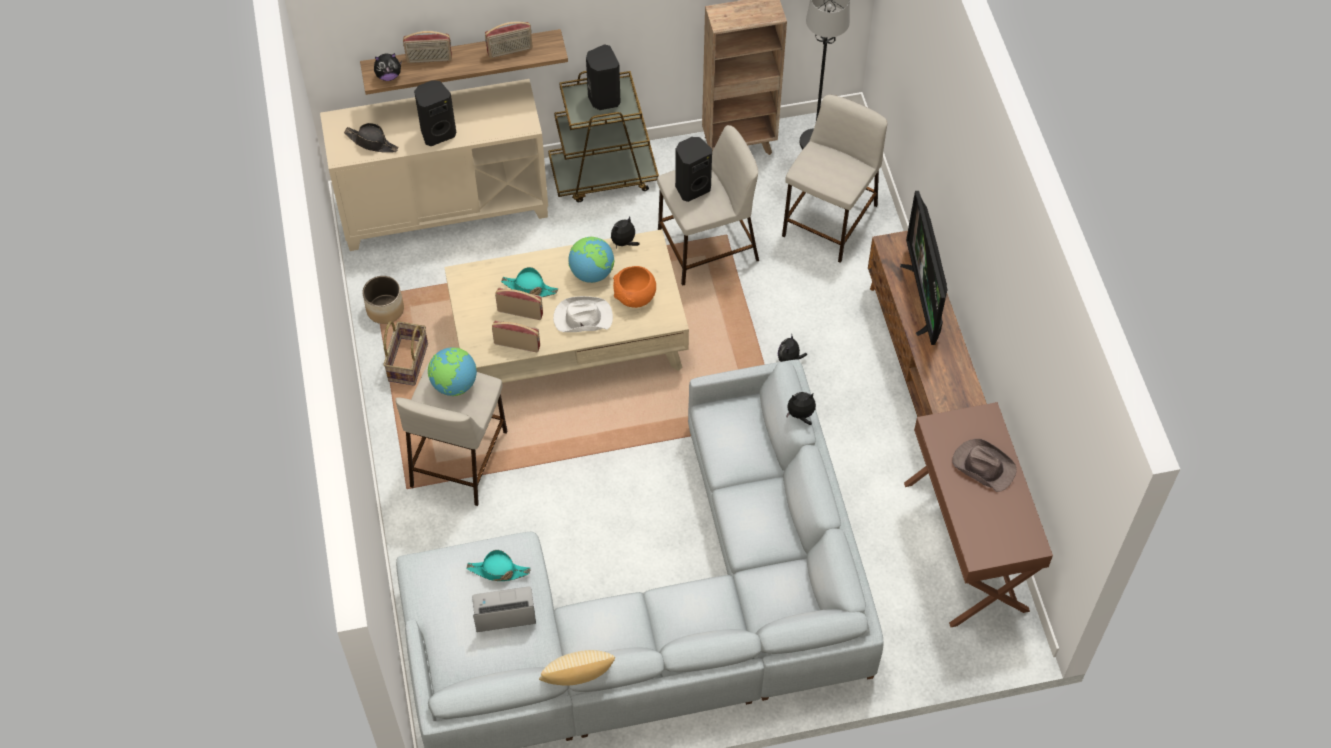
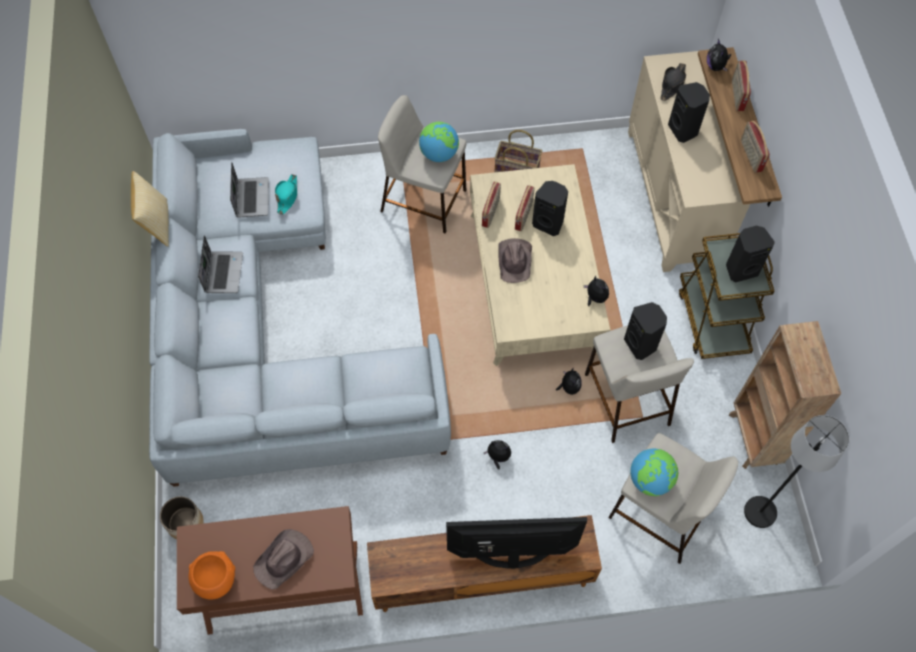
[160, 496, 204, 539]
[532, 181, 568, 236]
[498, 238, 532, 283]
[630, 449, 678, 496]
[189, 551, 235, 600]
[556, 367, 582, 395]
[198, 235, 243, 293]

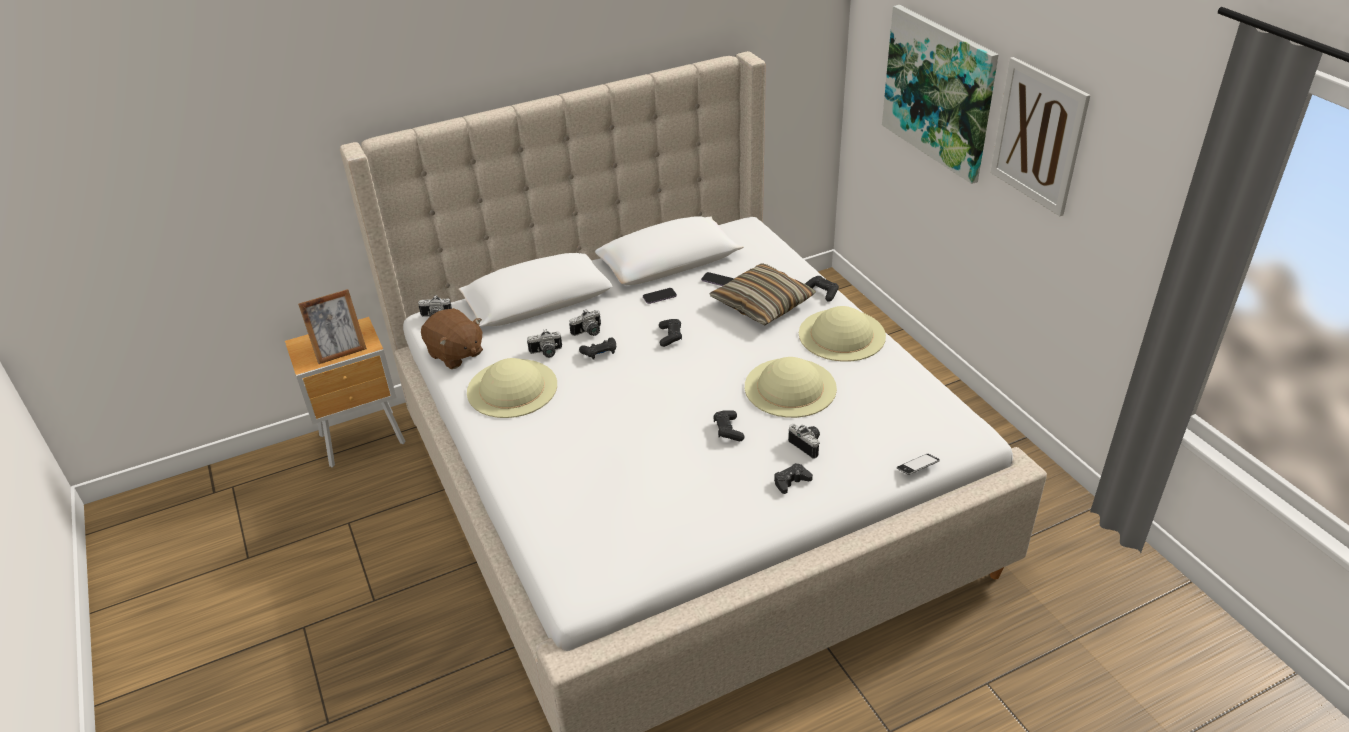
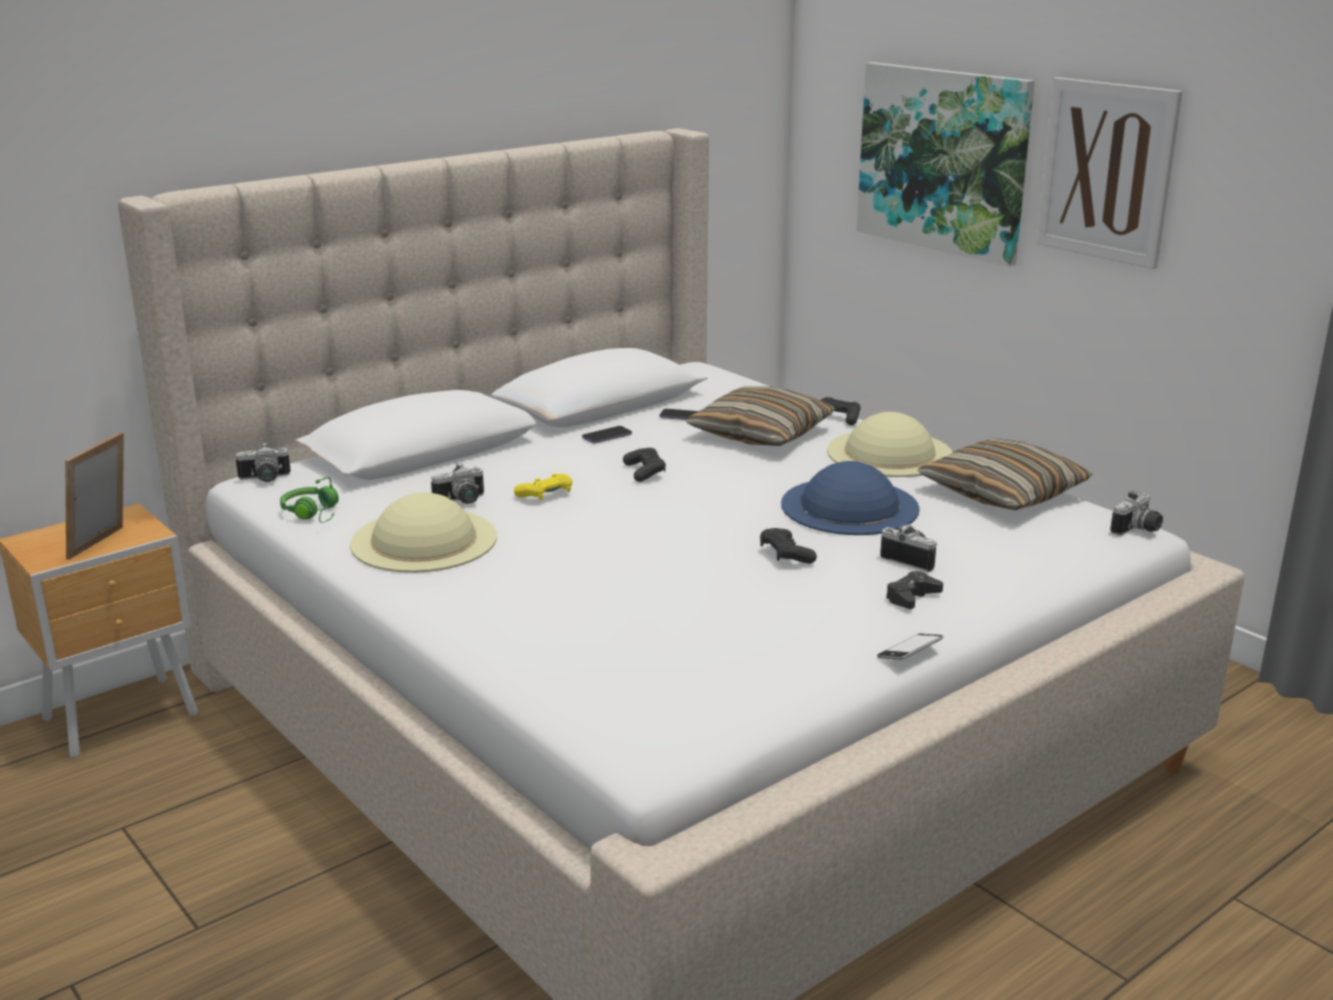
[65, 432, 124, 560]
[280, 477, 339, 523]
[1110, 490, 1163, 536]
[514, 474, 572, 500]
[781, 461, 920, 535]
[877, 634, 944, 660]
[917, 438, 1093, 510]

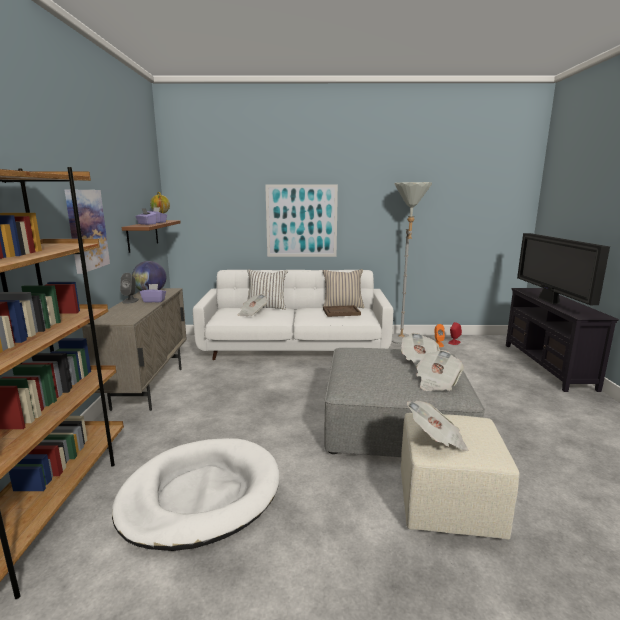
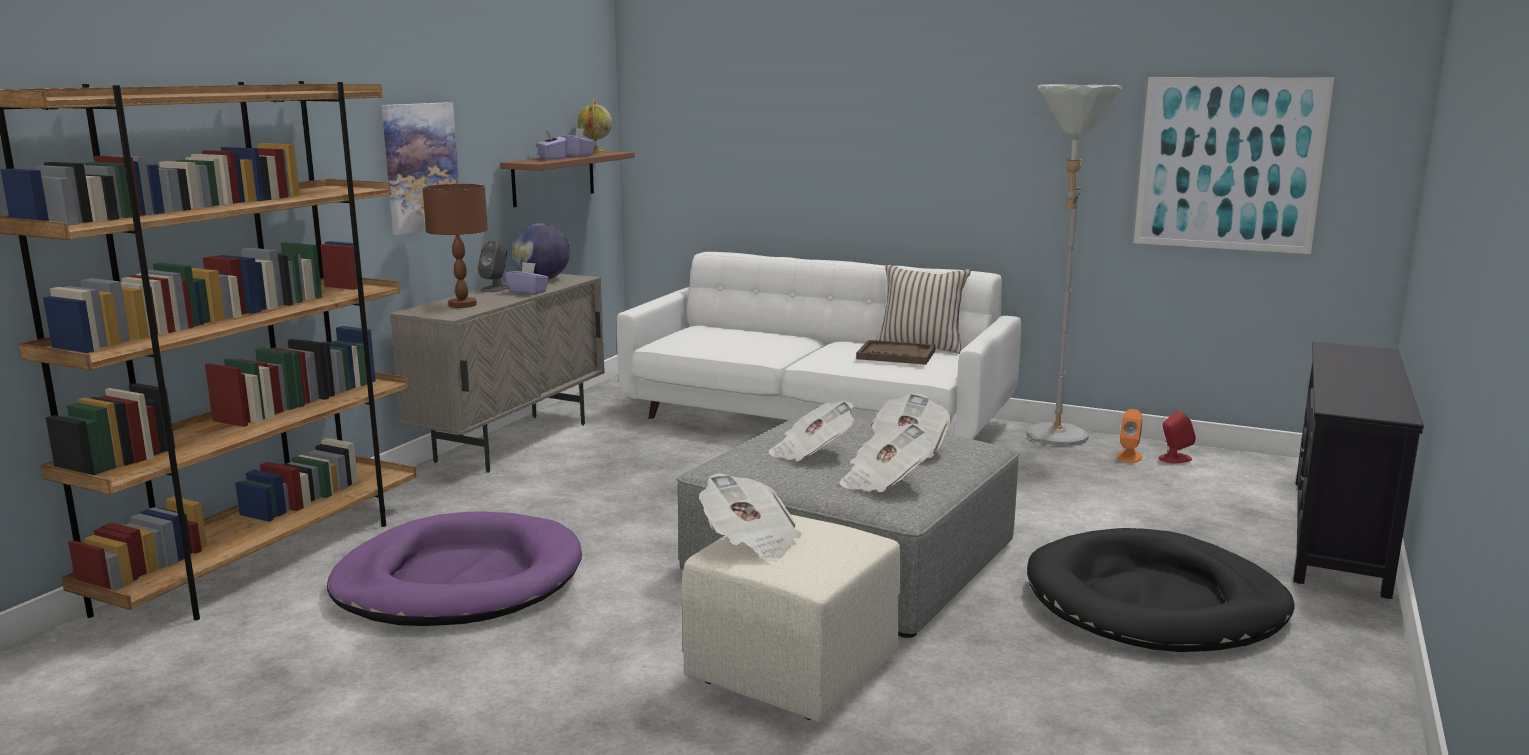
[327, 512, 582, 626]
[769, 401, 854, 461]
[247, 270, 287, 310] (first image)
[1134, 77, 1334, 254]
[517, 233, 610, 305] (first image)
[423, 184, 488, 308]
[1027, 528, 1295, 652]

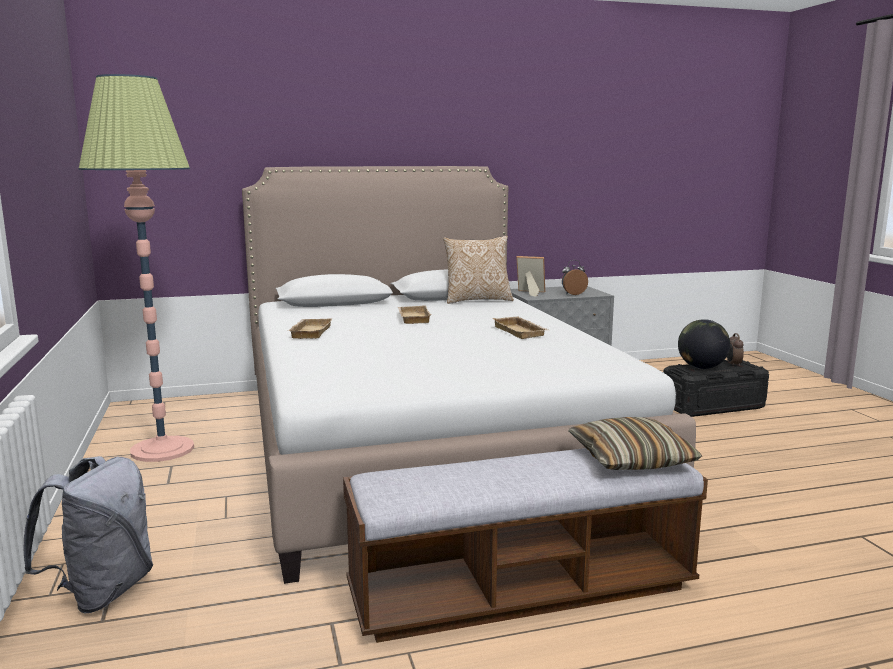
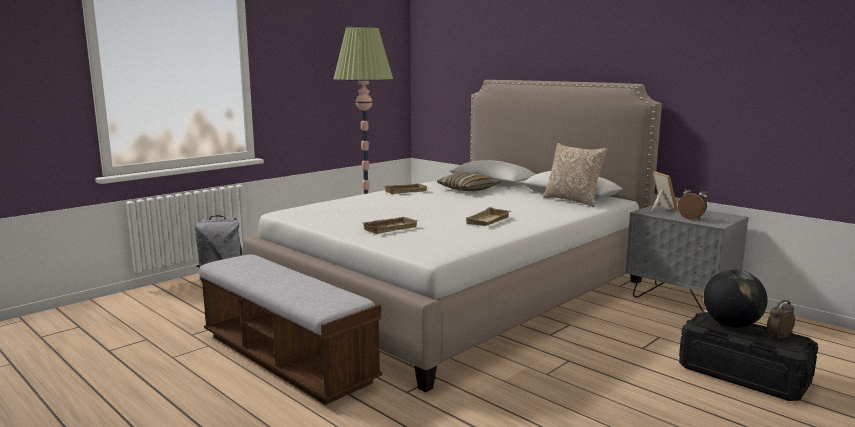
[362, 217, 418, 234]
[437, 172, 501, 191]

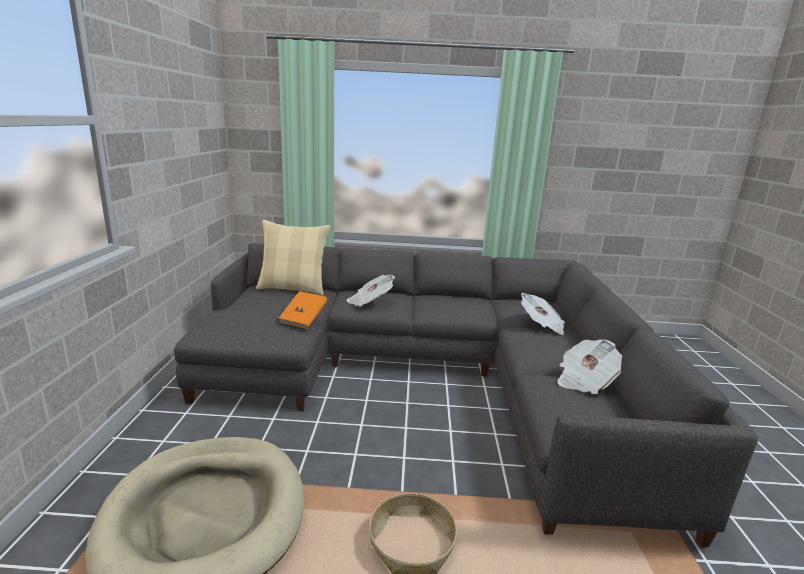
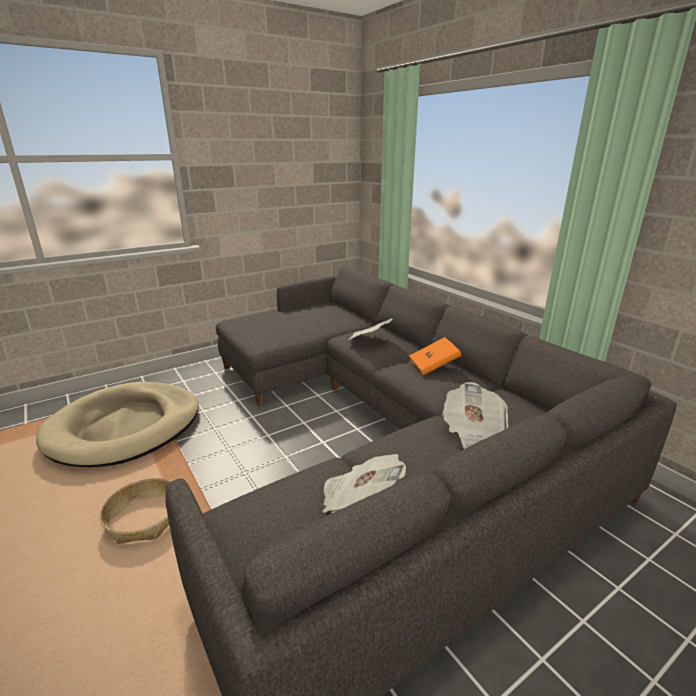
[256, 220, 331, 296] (first image)
[409, 337, 461, 375]

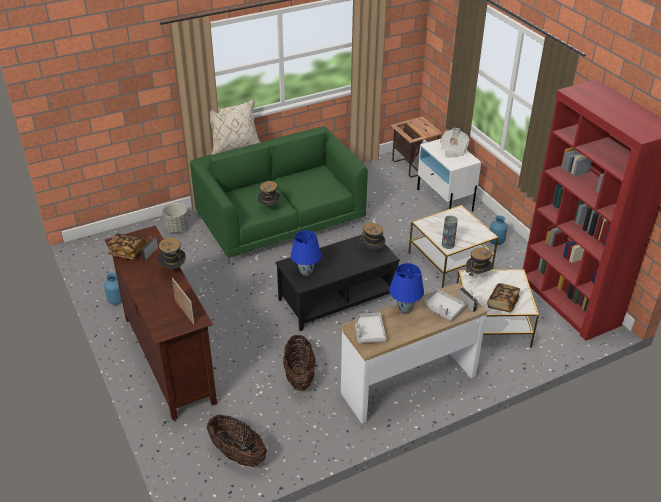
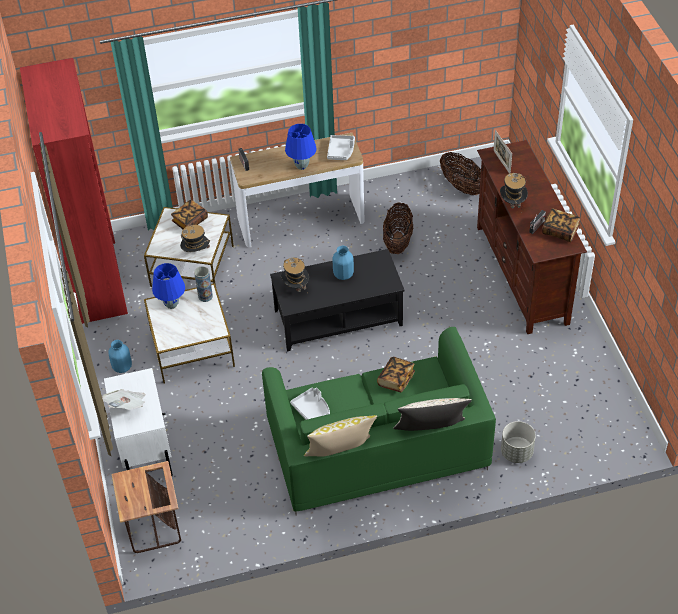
[332, 246, 354, 280]
[377, 357, 415, 392]
[152, 263, 185, 309]
[290, 388, 330, 420]
[304, 415, 377, 457]

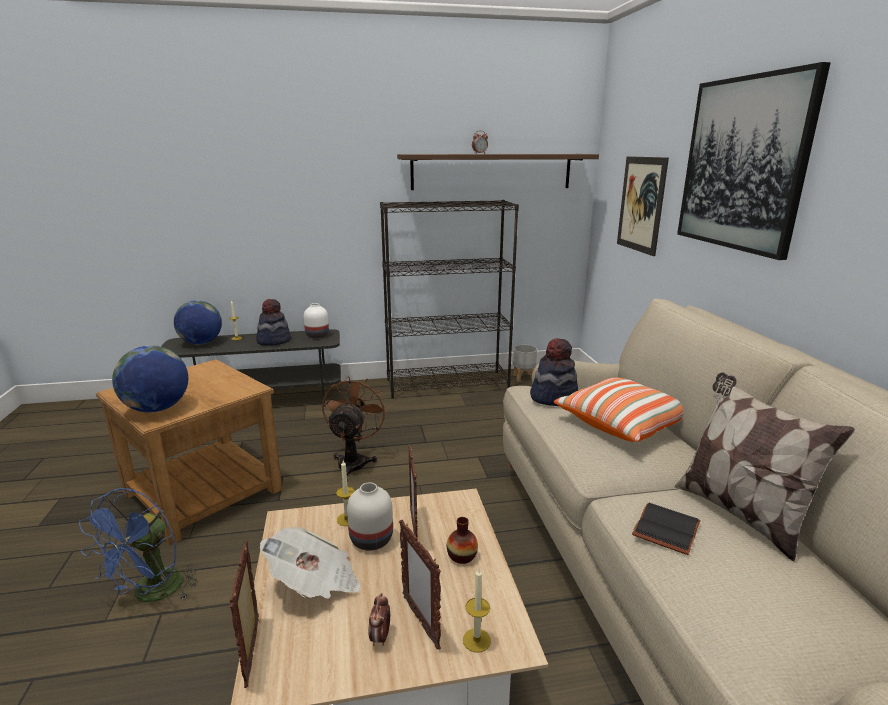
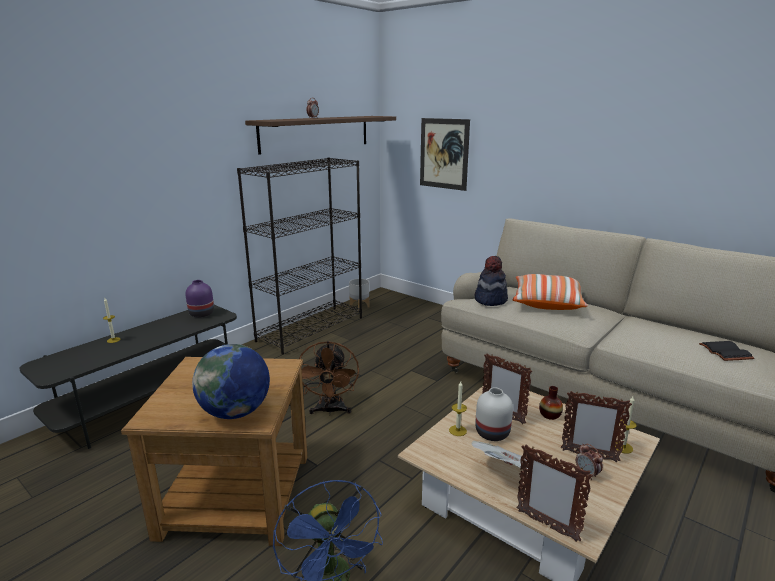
[174, 300, 222, 344] (first image)
[256, 299, 291, 346] (first image)
[185, 280, 214, 317]
[299, 341, 359, 415]
[699, 341, 755, 361]
[675, 372, 855, 561] (first image)
[677, 62, 831, 260] (first image)

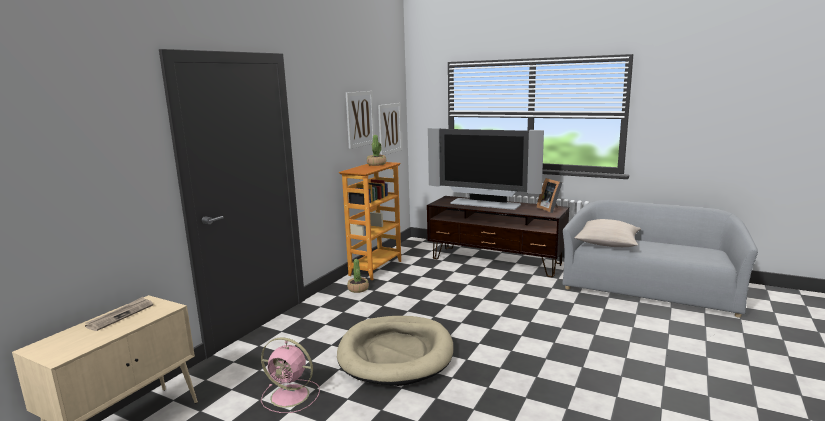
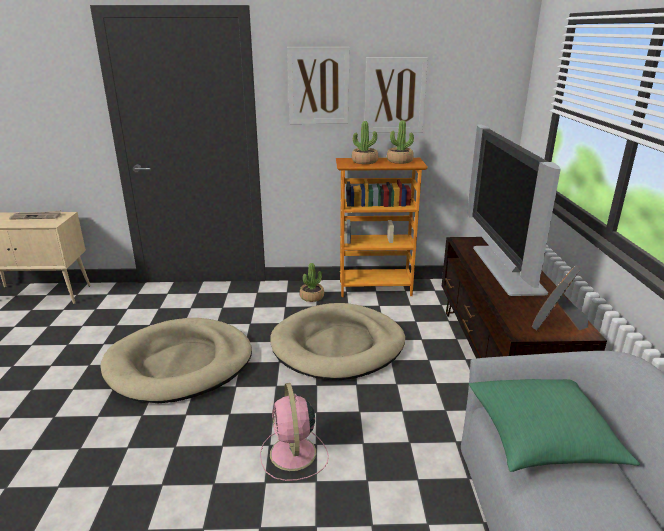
[260, 383, 329, 481]
[287, 47, 349, 124]
[469, 379, 640, 472]
[270, 303, 405, 380]
[352, 121, 378, 164]

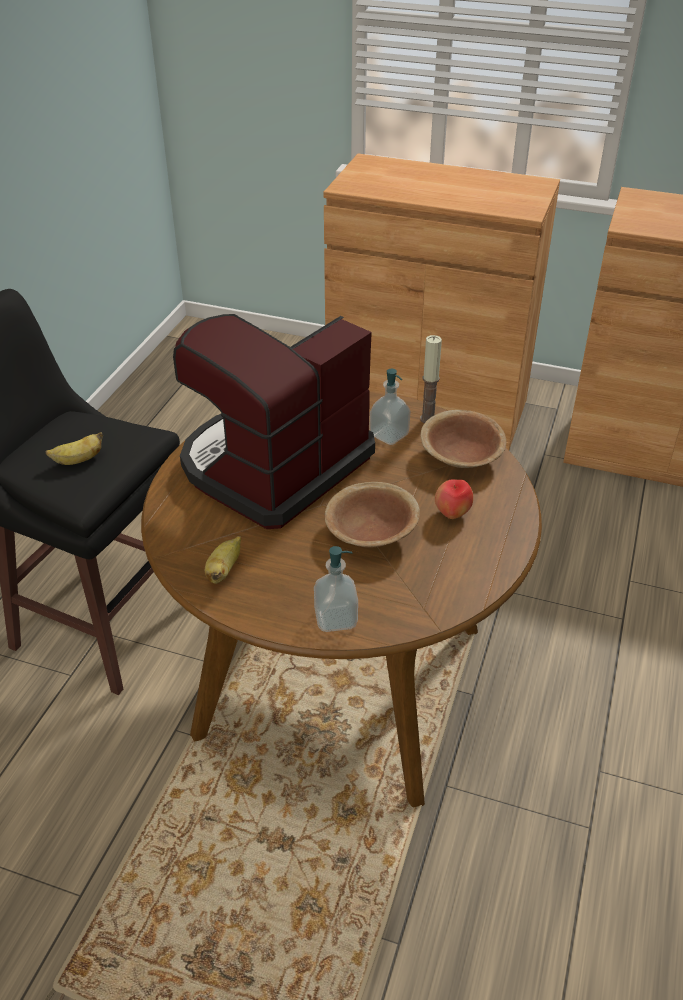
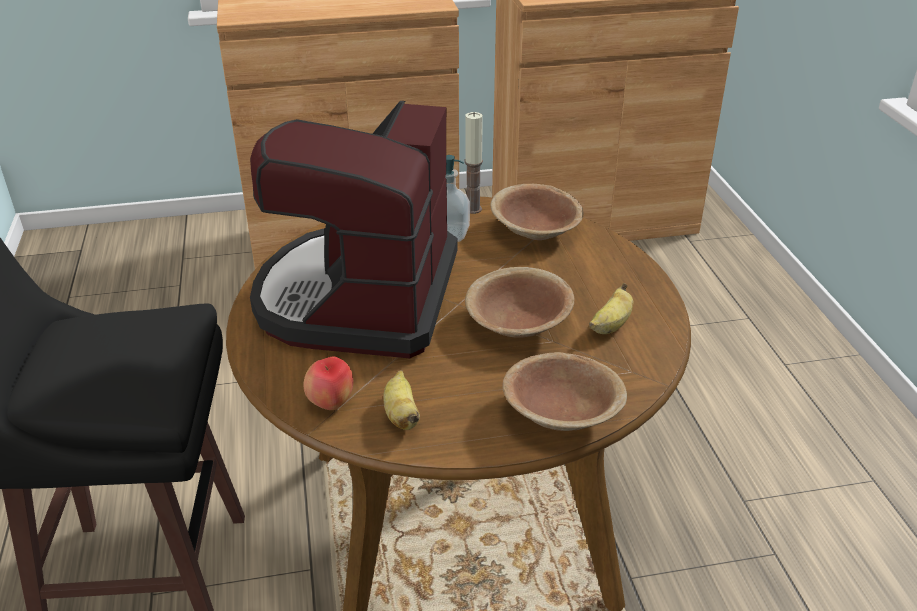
[589, 283, 634, 334]
[502, 352, 627, 431]
[303, 356, 353, 410]

